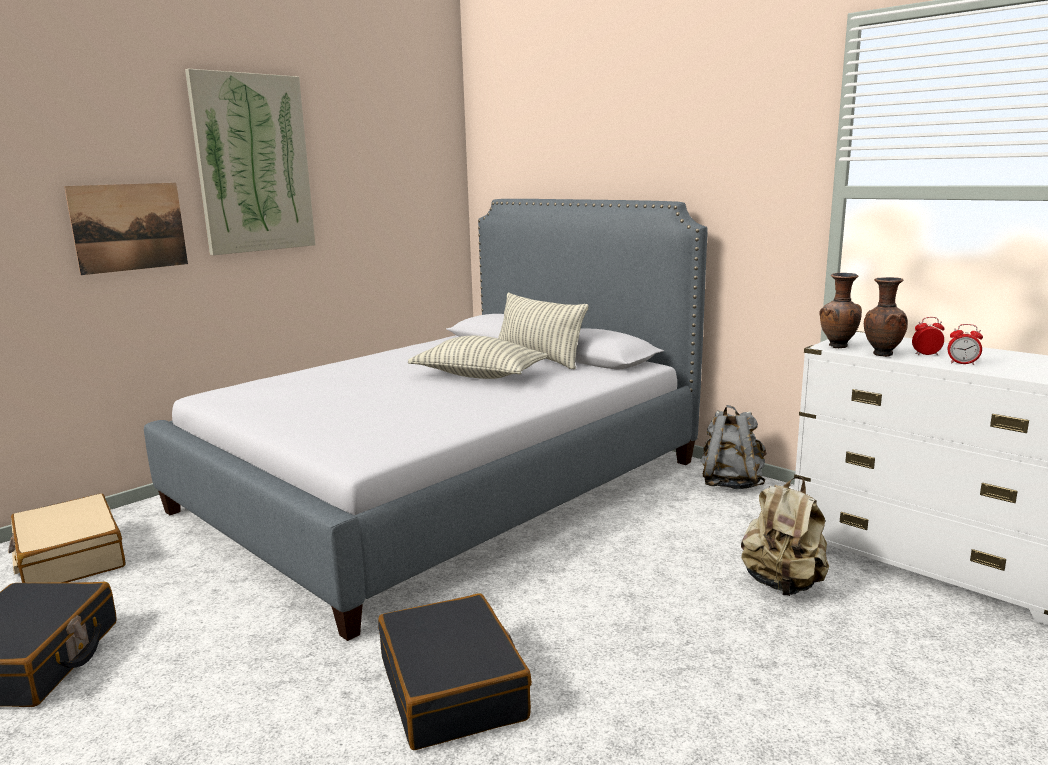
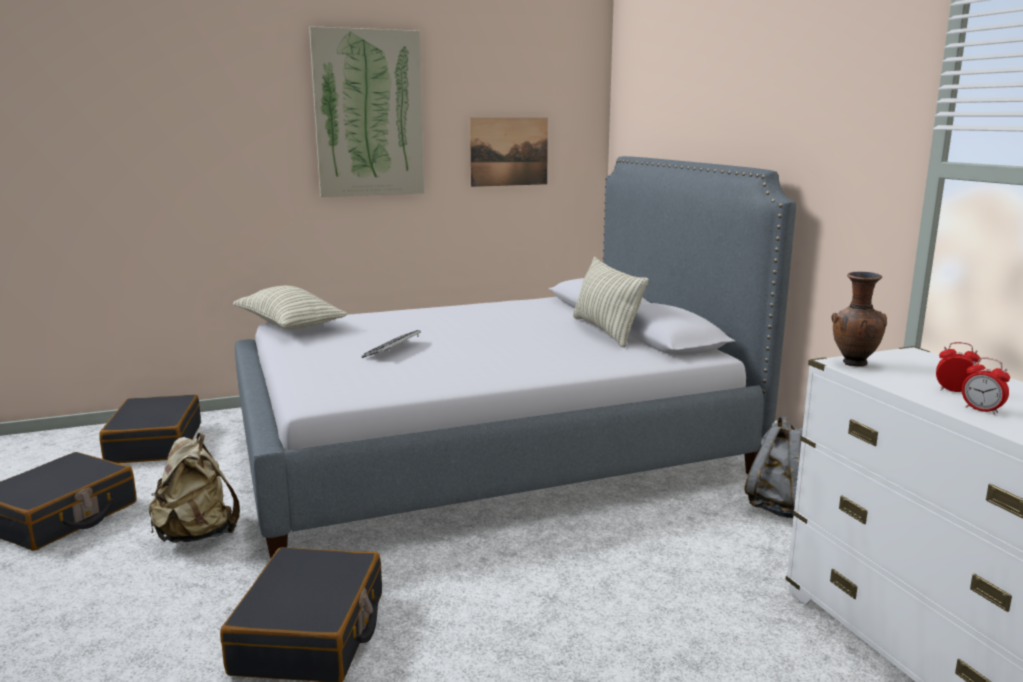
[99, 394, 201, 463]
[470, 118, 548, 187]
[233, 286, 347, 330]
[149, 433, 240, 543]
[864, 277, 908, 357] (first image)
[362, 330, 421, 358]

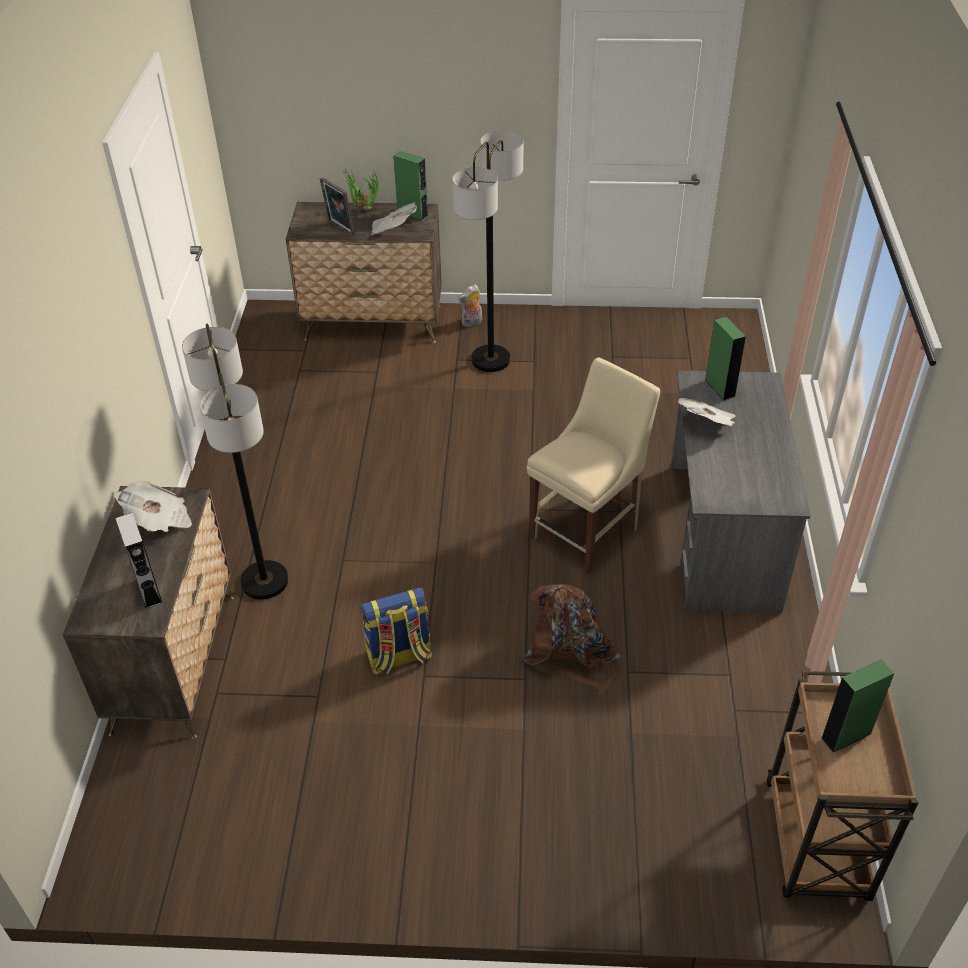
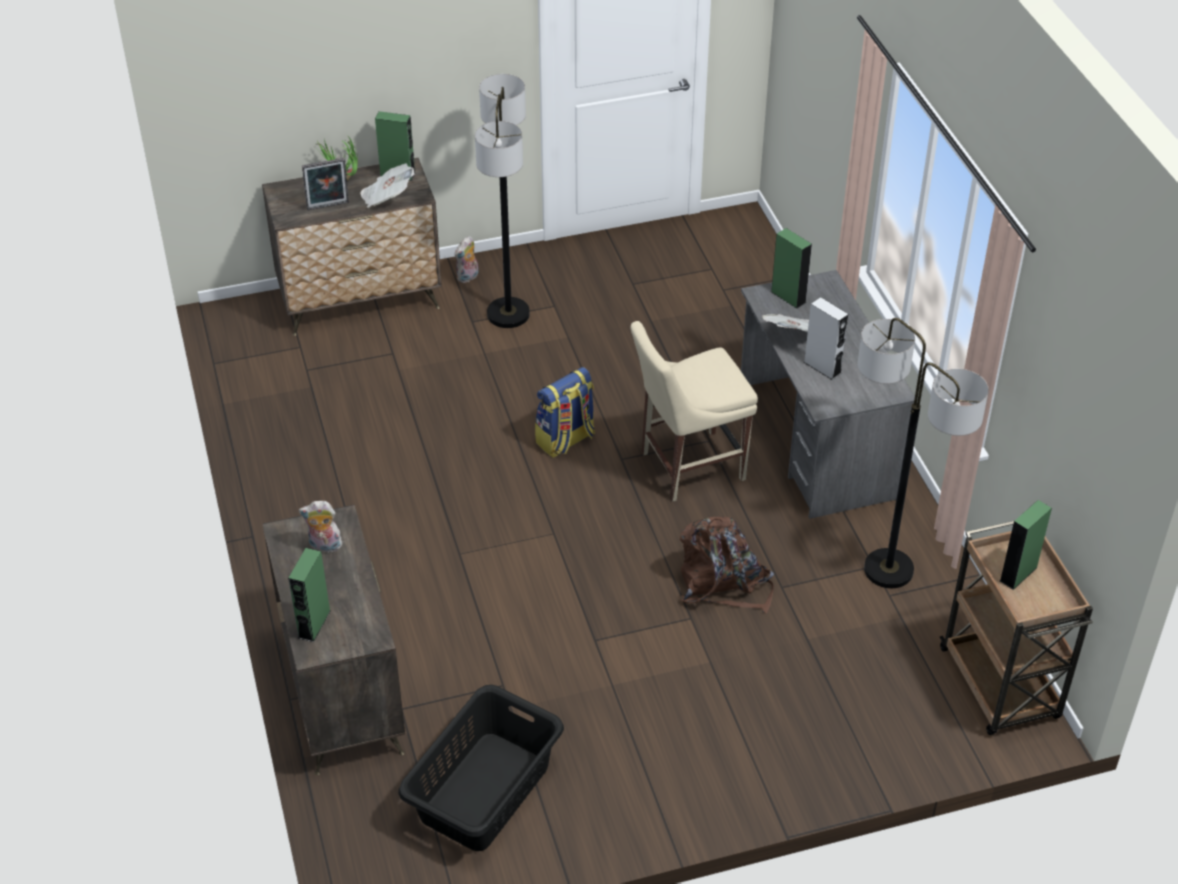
[804, 297, 848, 380]
[299, 501, 342, 552]
[857, 318, 989, 588]
[302, 158, 349, 210]
[535, 367, 595, 458]
[631, 321, 758, 502]
[288, 548, 331, 642]
[398, 685, 564, 851]

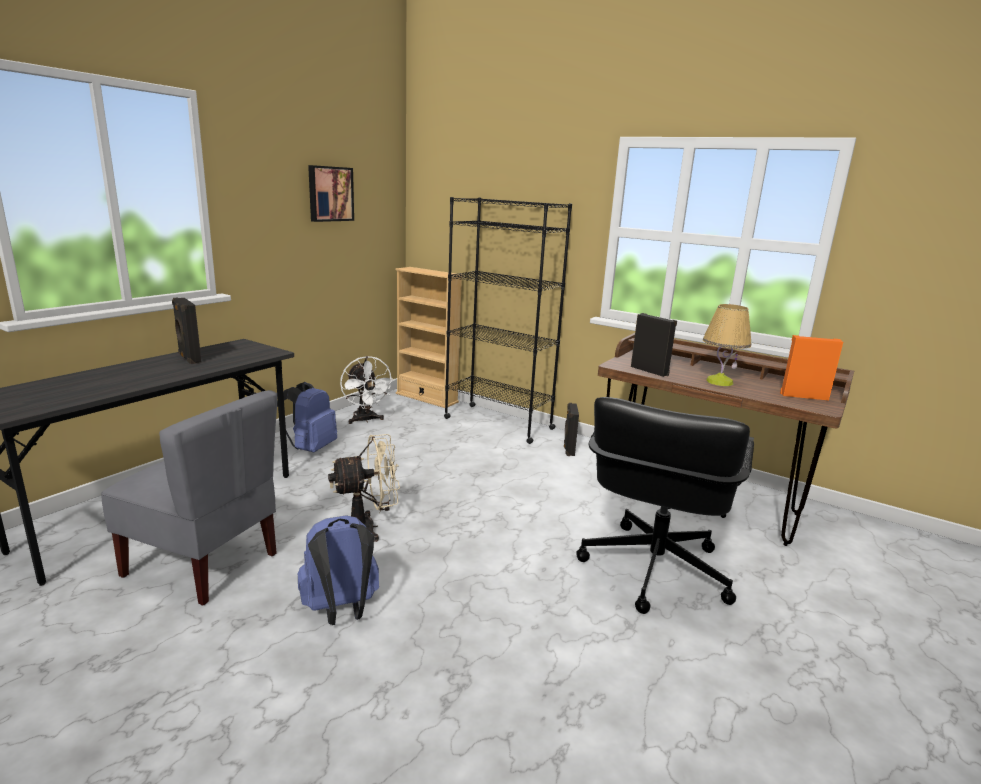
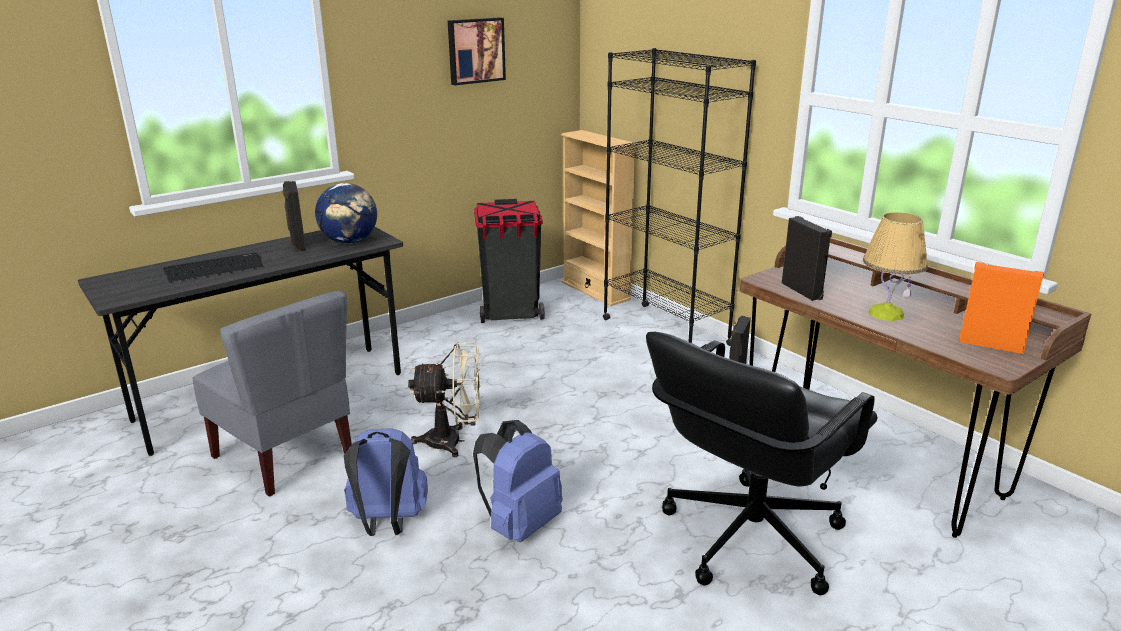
[473, 420, 563, 542]
[474, 199, 545, 323]
[163, 253, 263, 283]
[315, 183, 377, 244]

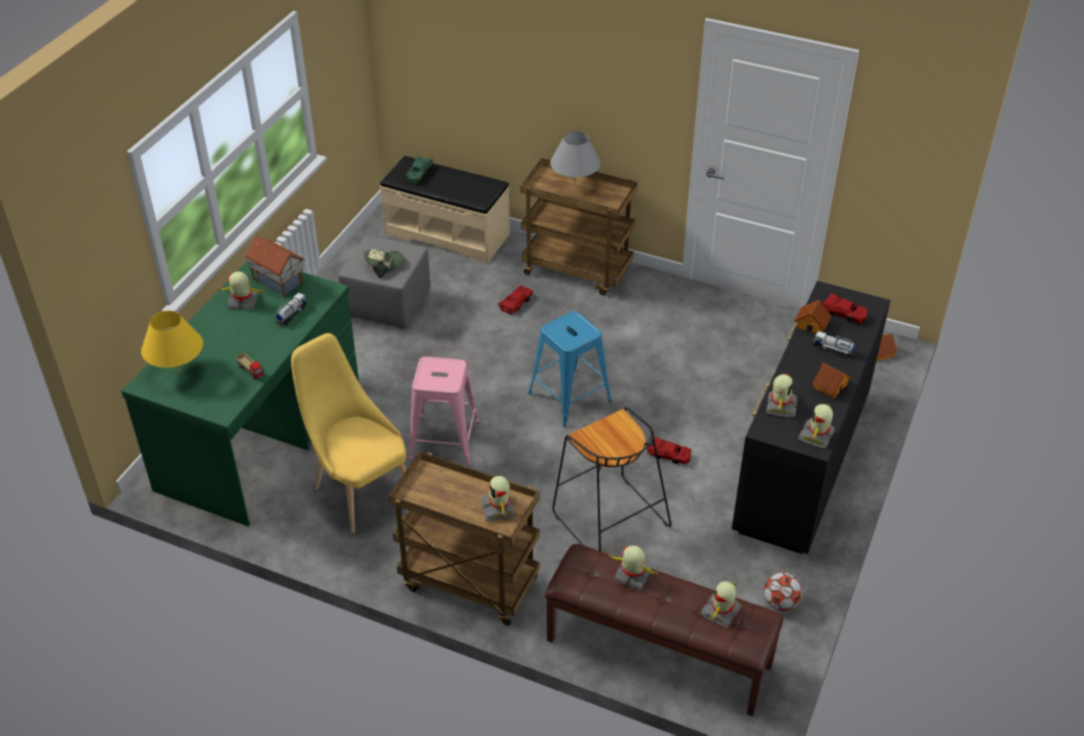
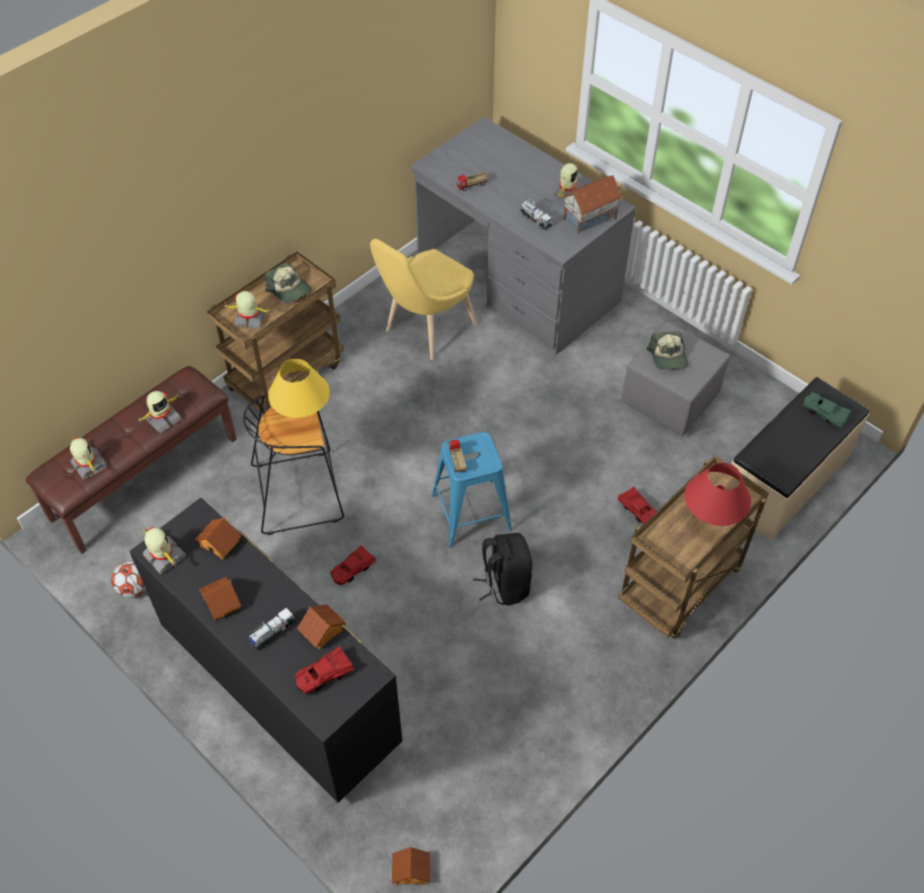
[411, 117, 636, 355]
[268, 359, 330, 418]
[370, 239, 477, 360]
[408, 357, 480, 466] (first image)
[684, 463, 751, 526]
[195, 518, 241, 560]
[265, 262, 312, 303]
[448, 440, 467, 472]
[473, 533, 532, 606]

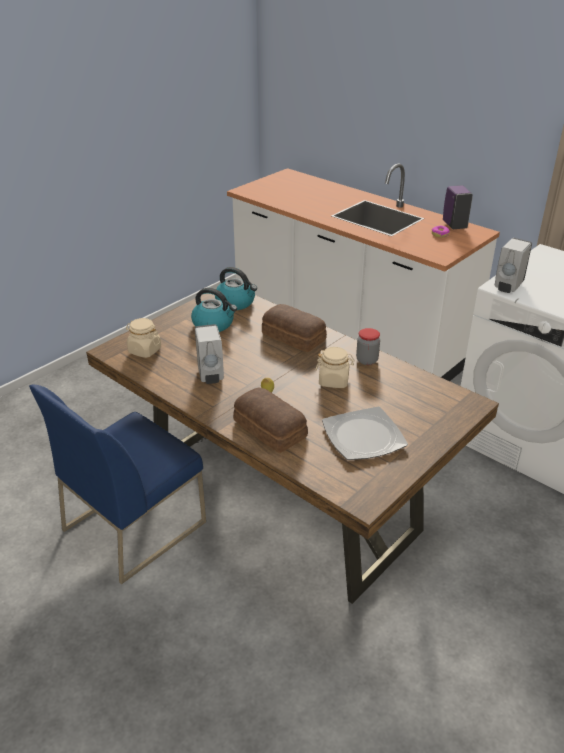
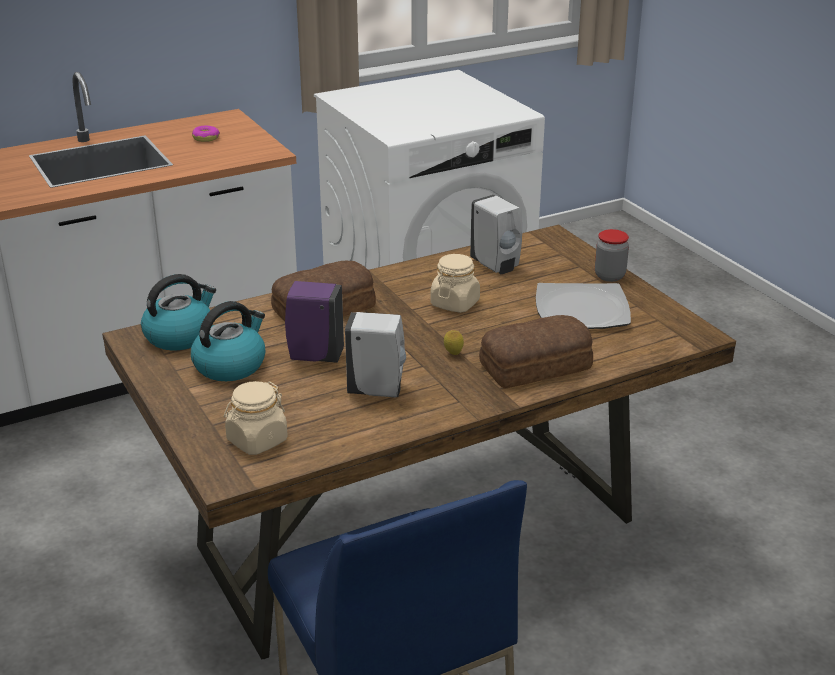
[595, 229, 629, 282]
[285, 281, 344, 363]
[470, 195, 522, 274]

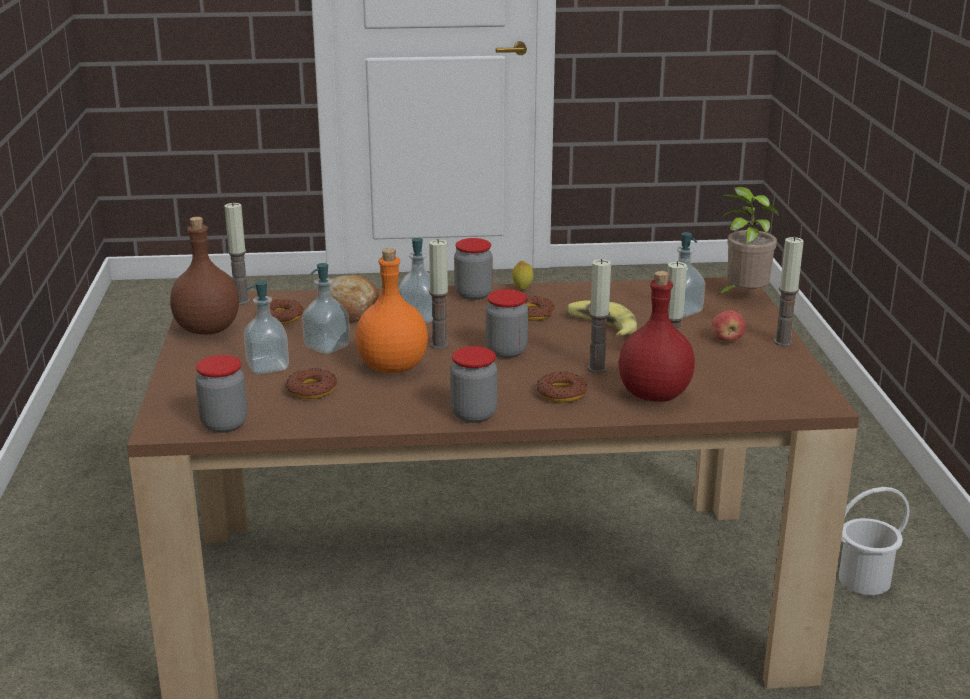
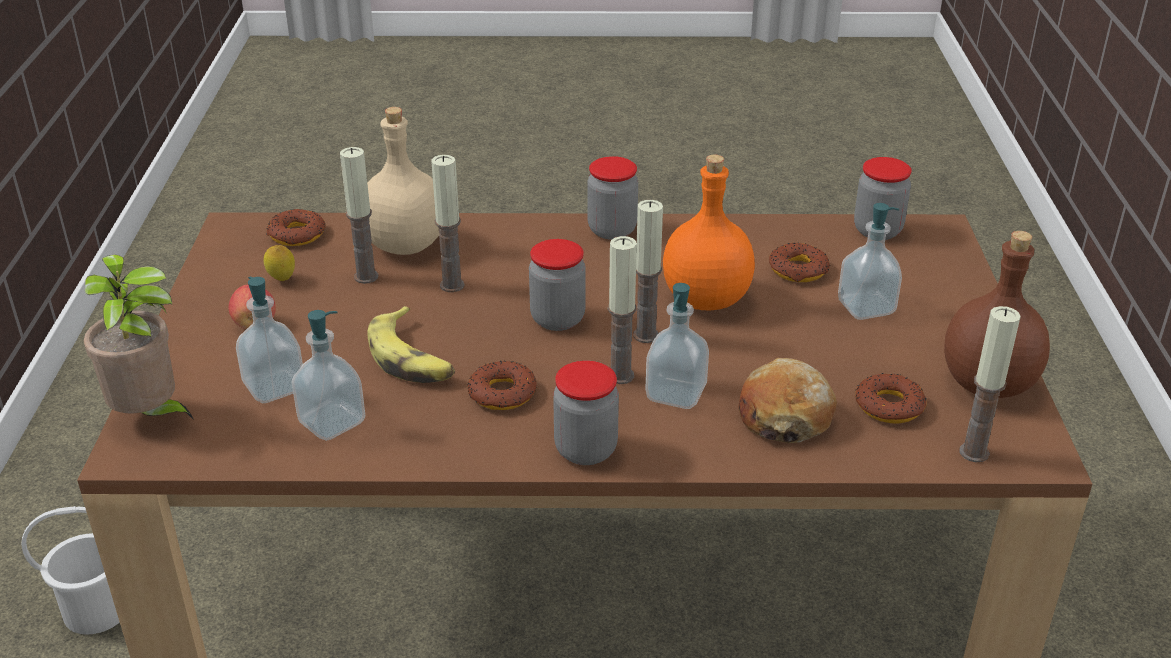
[291, 310, 365, 441]
[263, 245, 295, 281]
[266, 209, 326, 246]
[367, 107, 439, 255]
[608, 236, 637, 384]

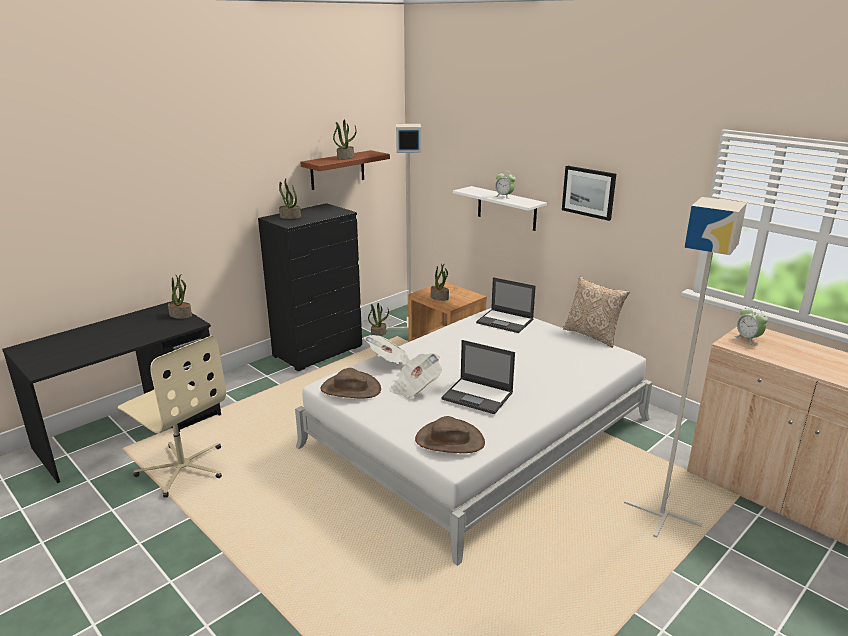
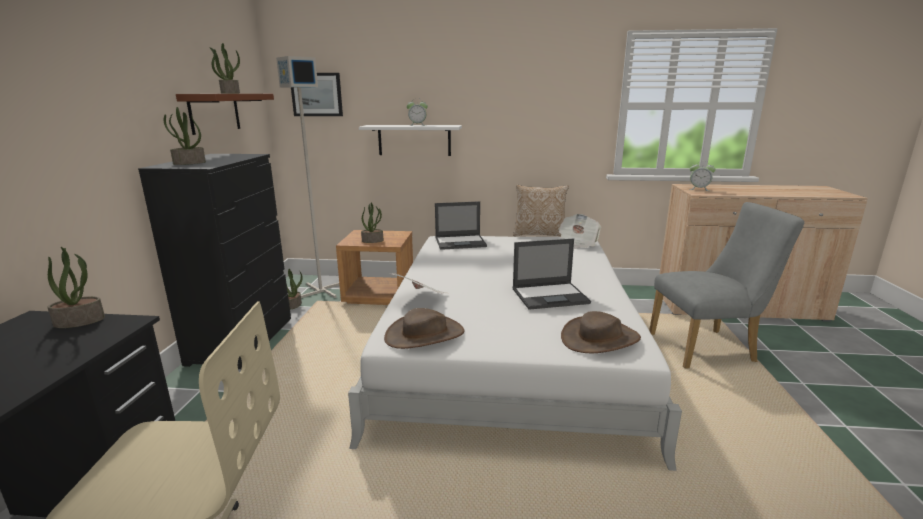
[558, 214, 602, 249]
[291, 73, 343, 116]
[649, 202, 805, 369]

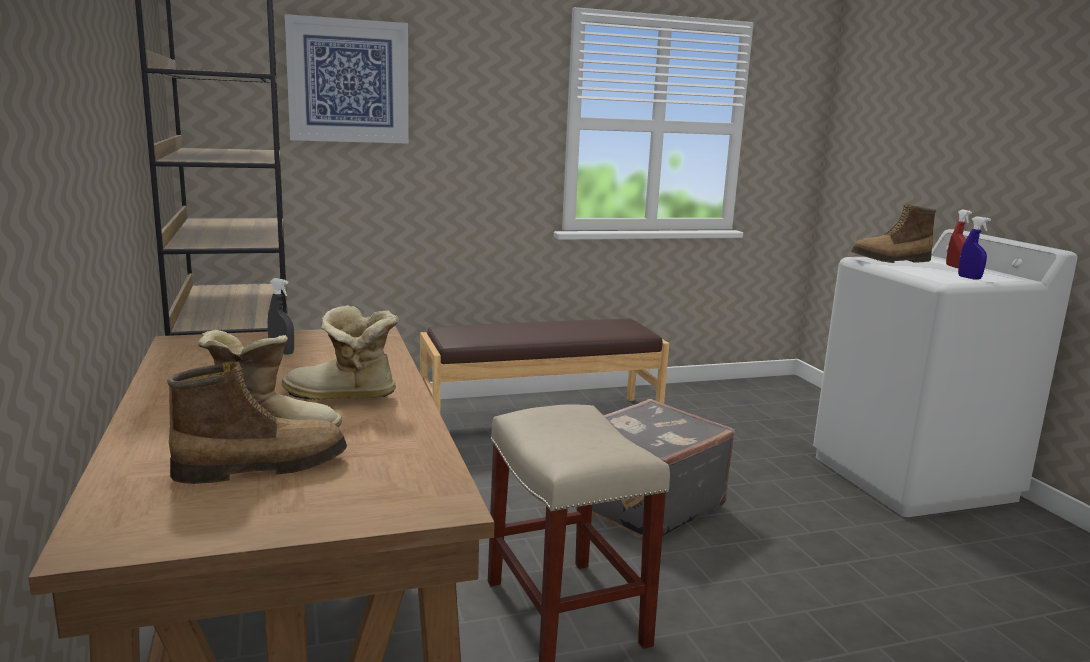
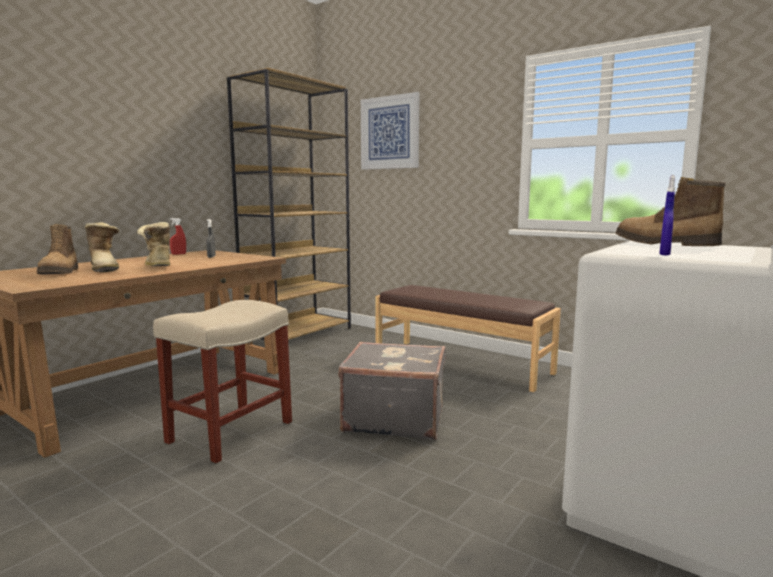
[37, 224, 78, 275]
[170, 218, 186, 255]

